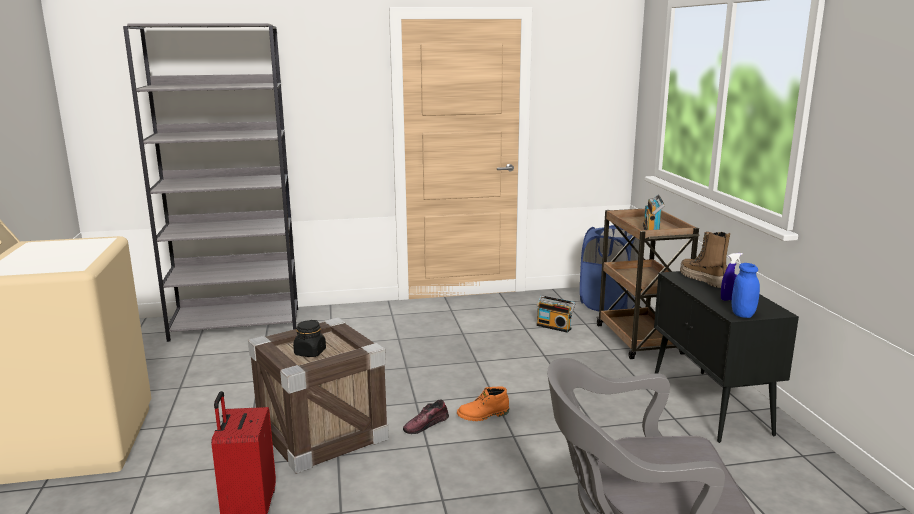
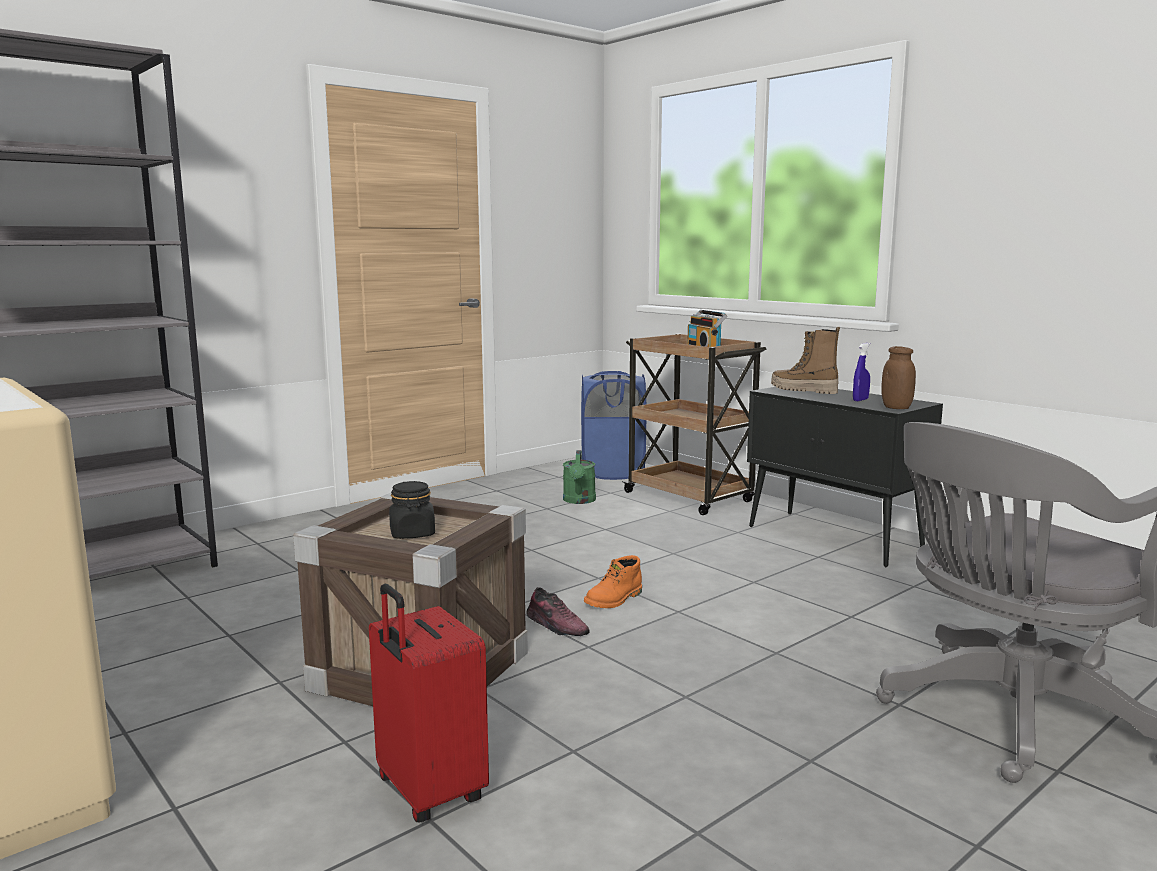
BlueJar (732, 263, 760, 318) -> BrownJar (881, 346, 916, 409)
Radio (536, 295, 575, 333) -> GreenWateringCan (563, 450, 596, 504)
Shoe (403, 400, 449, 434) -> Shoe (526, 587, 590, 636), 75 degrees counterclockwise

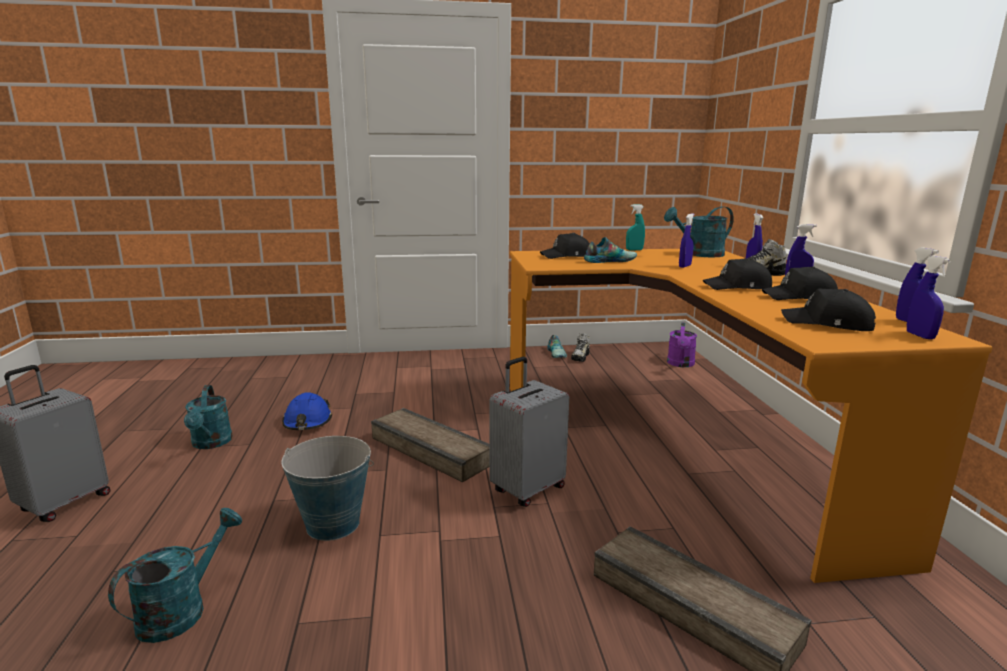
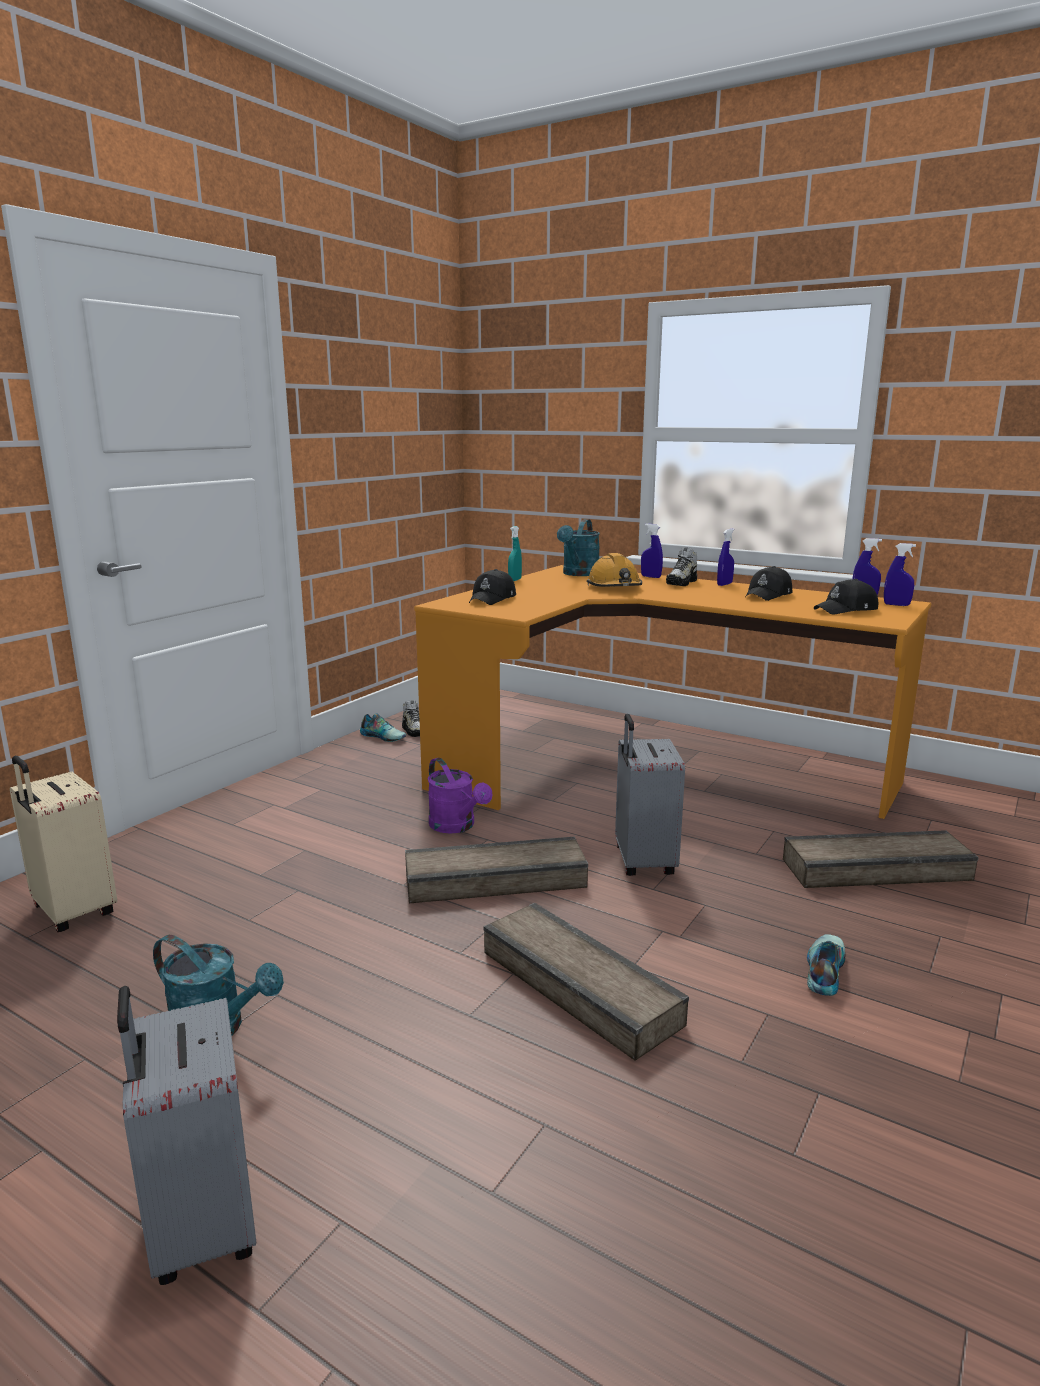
BlueSprayBottle (679, 213, 694, 268) -> OrangeHardHat (587, 553, 642, 587)
Shoe (584, 237, 637, 263) -> Shoe (807, 934, 845, 996), shifted
BlackCap (703, 258, 772, 290) -> none
PurpleWateringCan (667, 322, 697, 367) -> PurpleWateringCan (428, 758, 493, 834), shifted
BlueHardHat (282, 392, 332, 430) -> none
Bucket (281, 436, 374, 541) -> Crate (484, 903, 689, 1061)
TurquoiseWateringCan (108, 508, 242, 643) -> none
none -> BeigeSuitcase (10, 756, 117, 932)

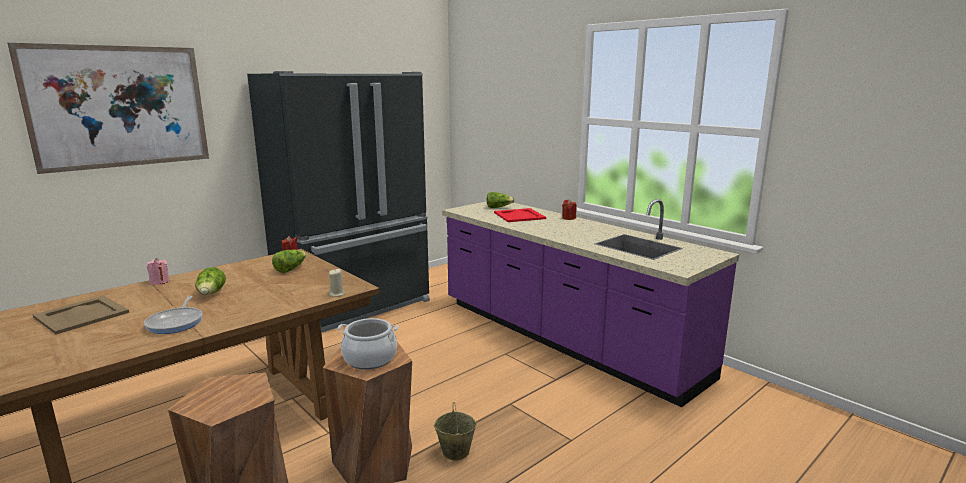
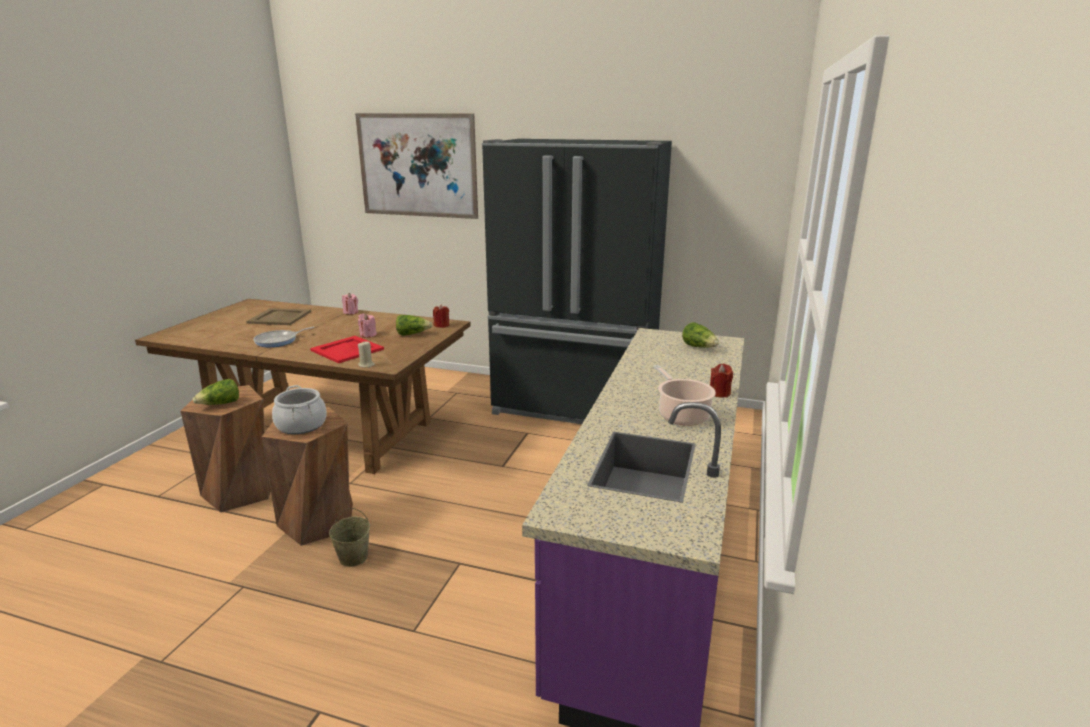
RedTray (494, 208, 546, 222) -> RedTray (310, 336, 384, 363), shifted
Lettuce (195, 267, 226, 295) -> Lettuce (193, 379, 239, 405), shifted
none -> PinkCandle (358, 314, 377, 338)
none -> CookingPot (653, 365, 716, 426)

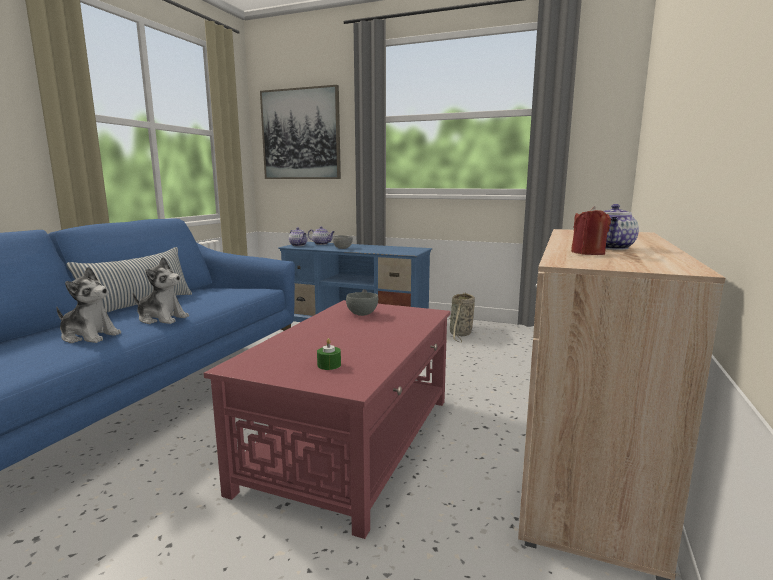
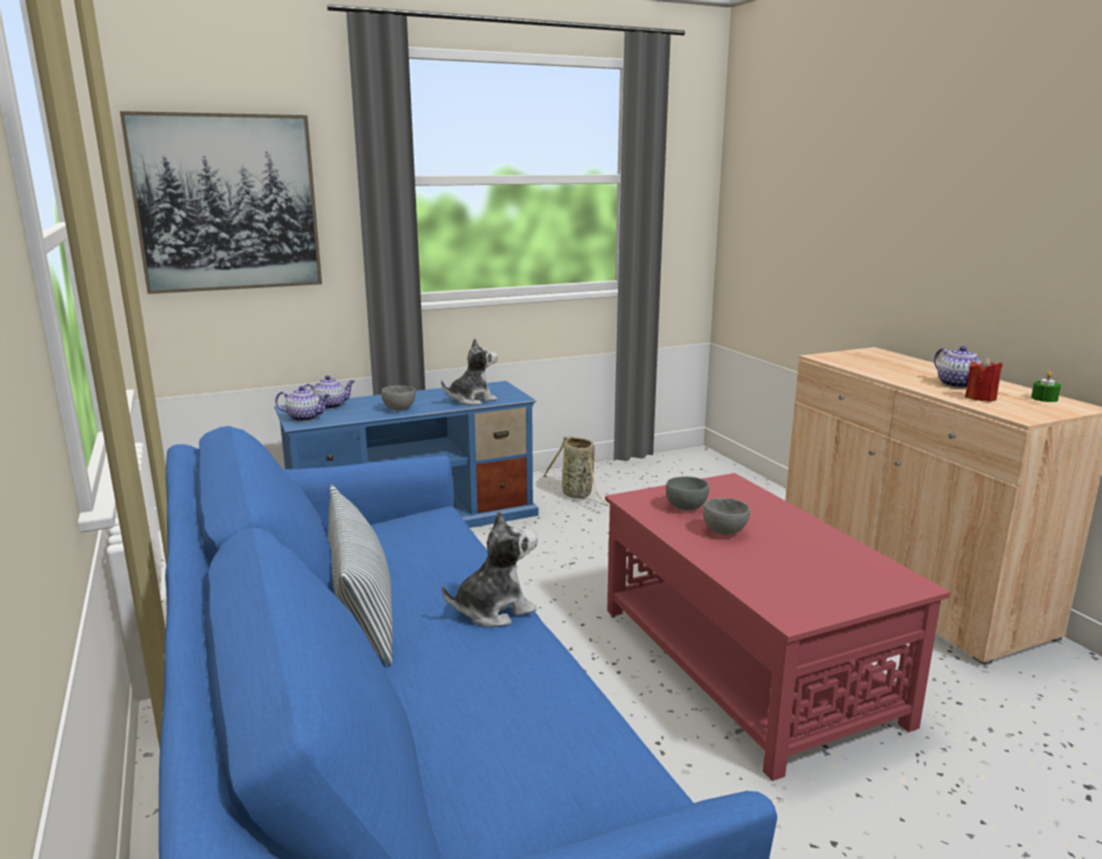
PlushToy (56, 267, 121, 343) -> PlushToy (441, 338, 498, 405), shifted
GreenCandle (317, 338, 341, 370) -> GreenCandle (1031, 372, 1061, 402), shifted
none -> GreyBowl (703, 498, 750, 535)

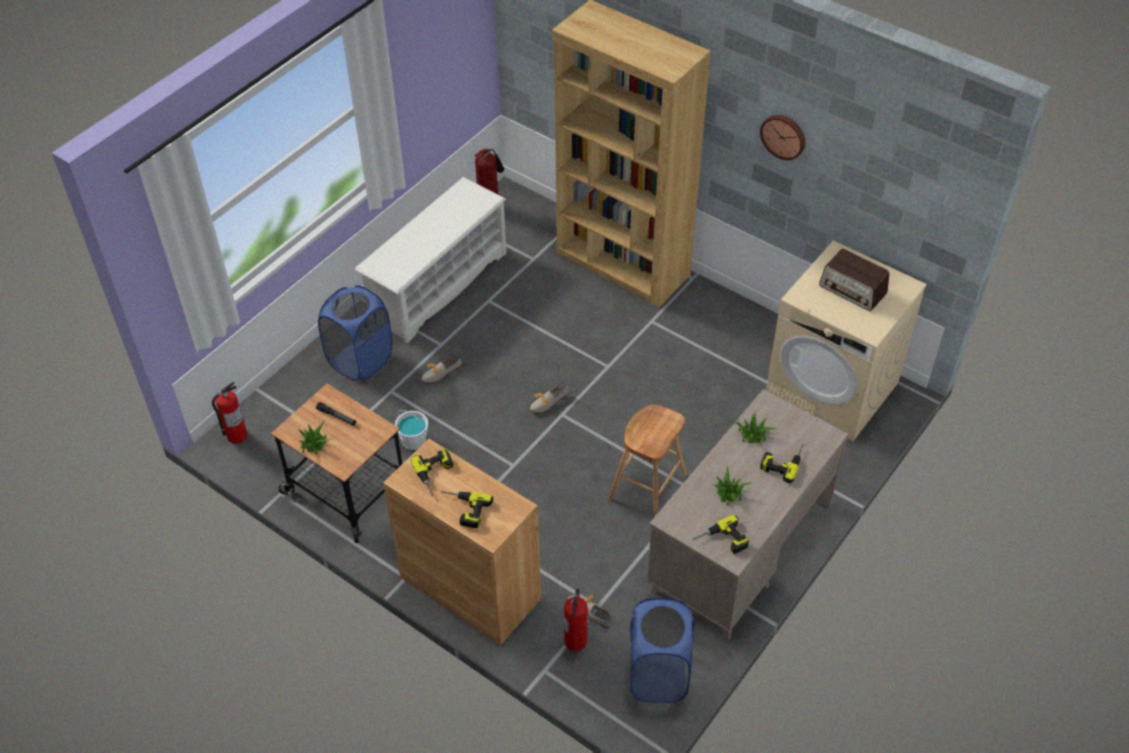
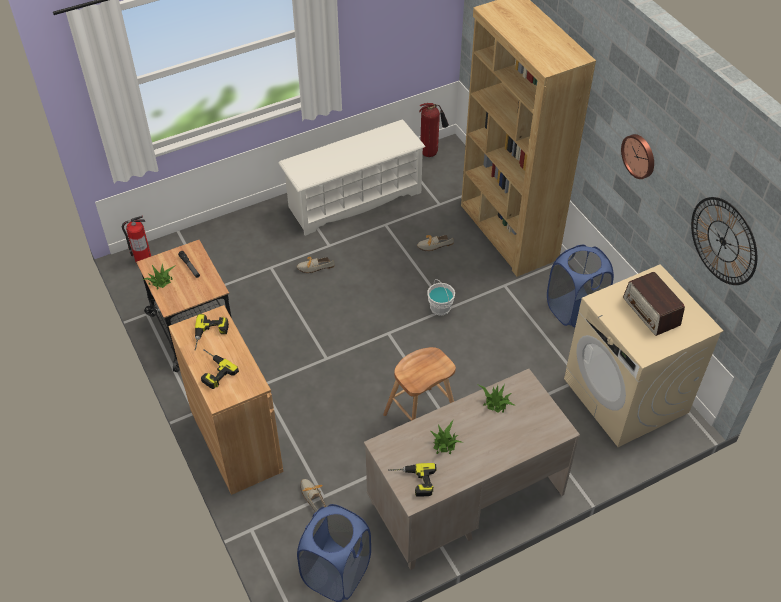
BlueLaundryBasket (318, 285, 393, 381) -> BlueLaundryBasket (547, 245, 614, 327), shifted
Shoe (530, 386, 569, 414) -> Shoe (417, 235, 454, 251), shifted
WhiteBucket (395, 410, 428, 450) -> WhiteBucket (427, 279, 455, 316), shifted
PowerDrill (760, 444, 803, 483) -> none
FireExtinguisher (564, 589, 588, 651) -> none
none -> WallClock (691, 197, 757, 285)

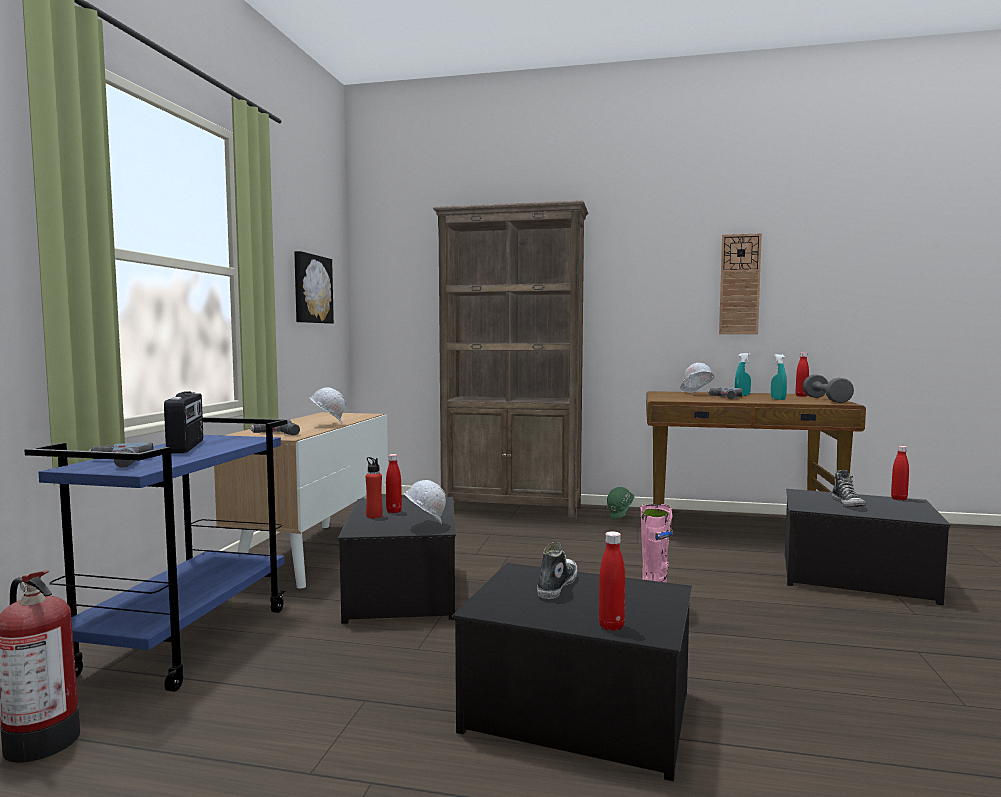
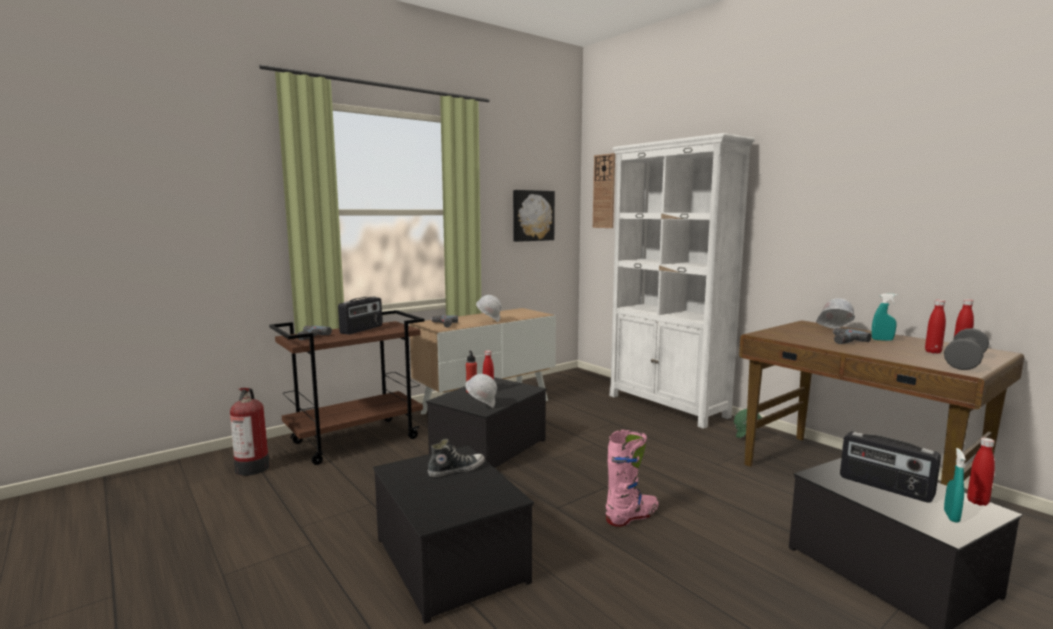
BrownBookcase (433, 200, 588, 519) -> WhiteBookcase (610, 133, 755, 429)
WallClock (719, 233, 762, 334) -> WallClock (593, 153, 615, 228), shifted
TurquoiseSprayBottle (771, 354, 787, 400) -> TurquoiseSprayBottle (944, 448, 966, 523), shifted
BlueCart (24, 417, 287, 692) -> BrownCart (269, 310, 425, 465)
Shoe (832, 470, 866, 507) -> Radio (840, 432, 941, 503)
RedBottle (599, 531, 625, 631) -> RedBottle (925, 300, 946, 354), shifted

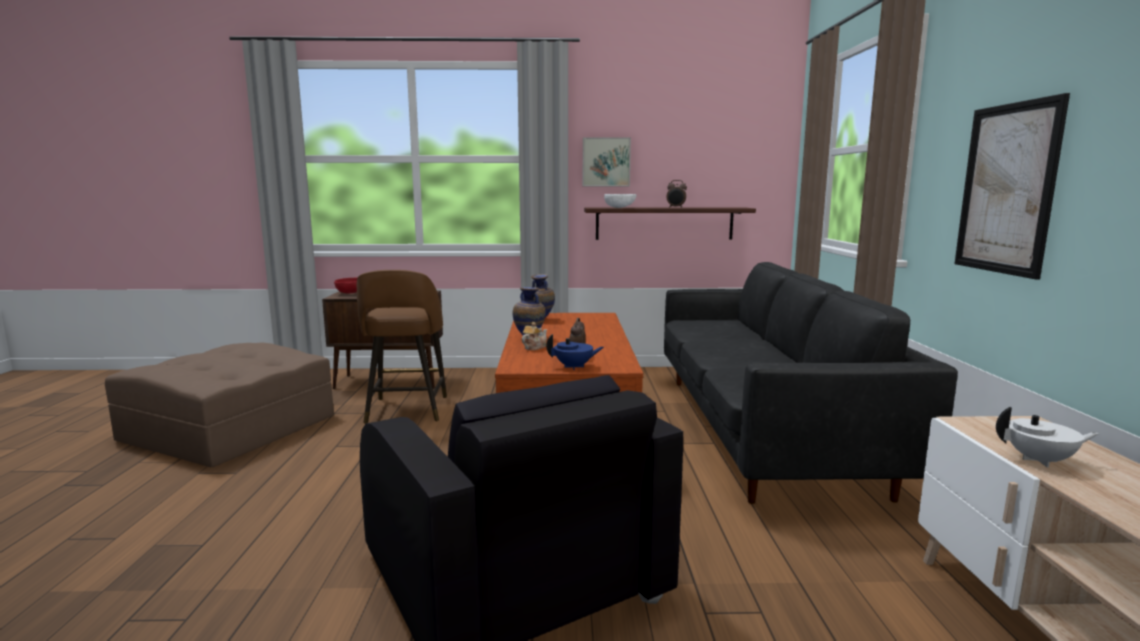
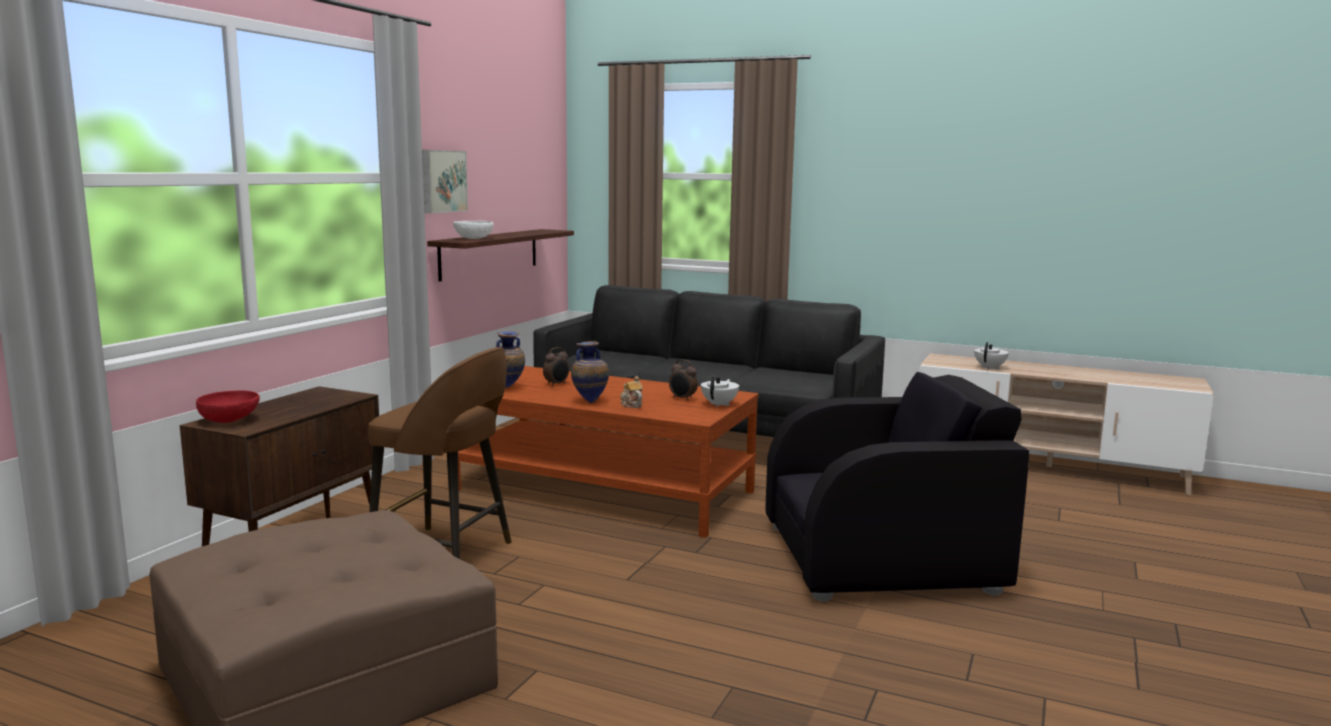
Picture (955, 93, 1070, 280) -> none
AlarmClock (666, 180, 687, 208) -> AlarmClock (543, 347, 569, 386), shifted
BlueTeapot (546, 334, 604, 370) -> WhiteTeapot (701, 376, 739, 407)

